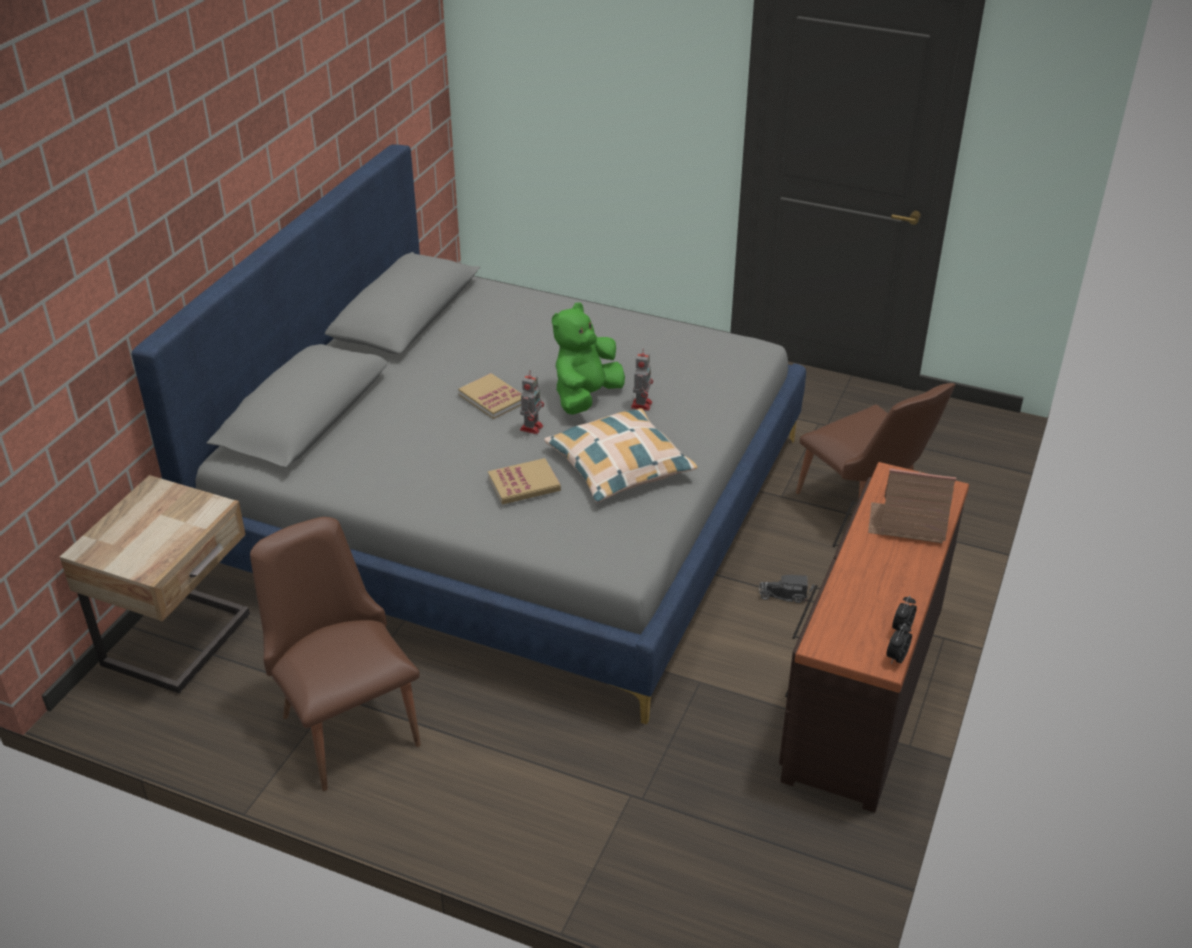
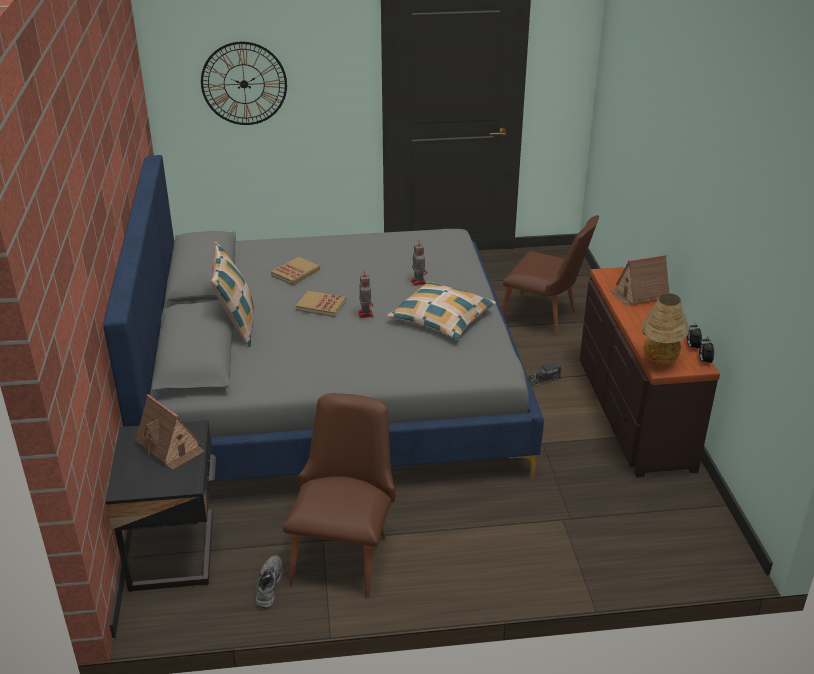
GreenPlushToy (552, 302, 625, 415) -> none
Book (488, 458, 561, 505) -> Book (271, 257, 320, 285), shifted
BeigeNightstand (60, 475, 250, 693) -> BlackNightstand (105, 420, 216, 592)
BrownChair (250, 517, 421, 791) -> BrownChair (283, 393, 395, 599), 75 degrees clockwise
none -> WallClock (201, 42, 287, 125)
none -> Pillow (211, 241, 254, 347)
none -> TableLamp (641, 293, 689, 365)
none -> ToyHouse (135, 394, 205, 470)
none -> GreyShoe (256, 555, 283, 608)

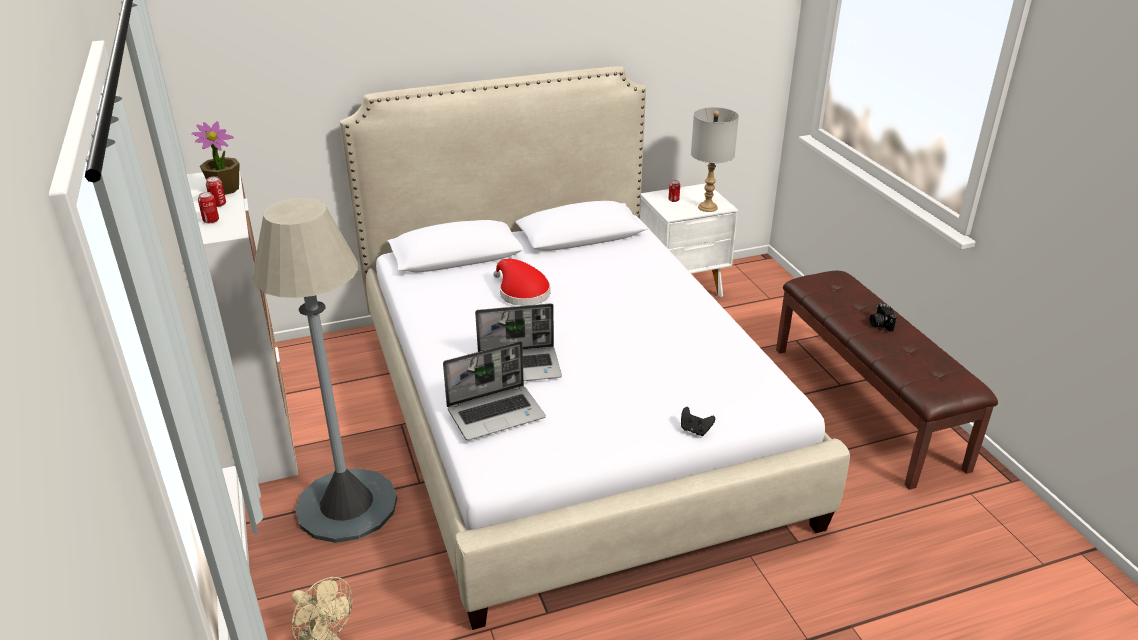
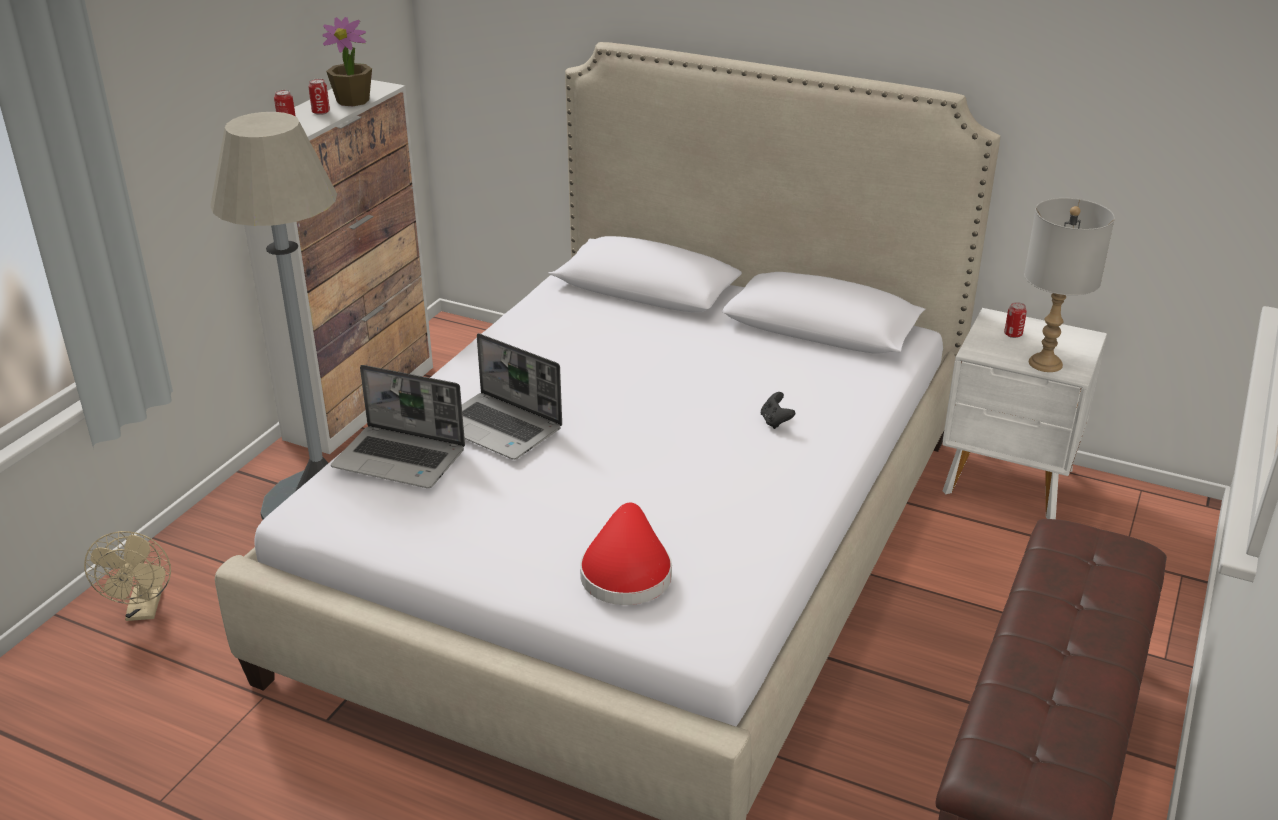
RedHat (493, 259, 550, 306) -> RedHat (580, 503, 672, 605), shifted
PhotoCamera (870, 302, 897, 332) -> none
BlackGameController (681, 407, 715, 436) -> BlackGameController (761, 392, 795, 429), shifted

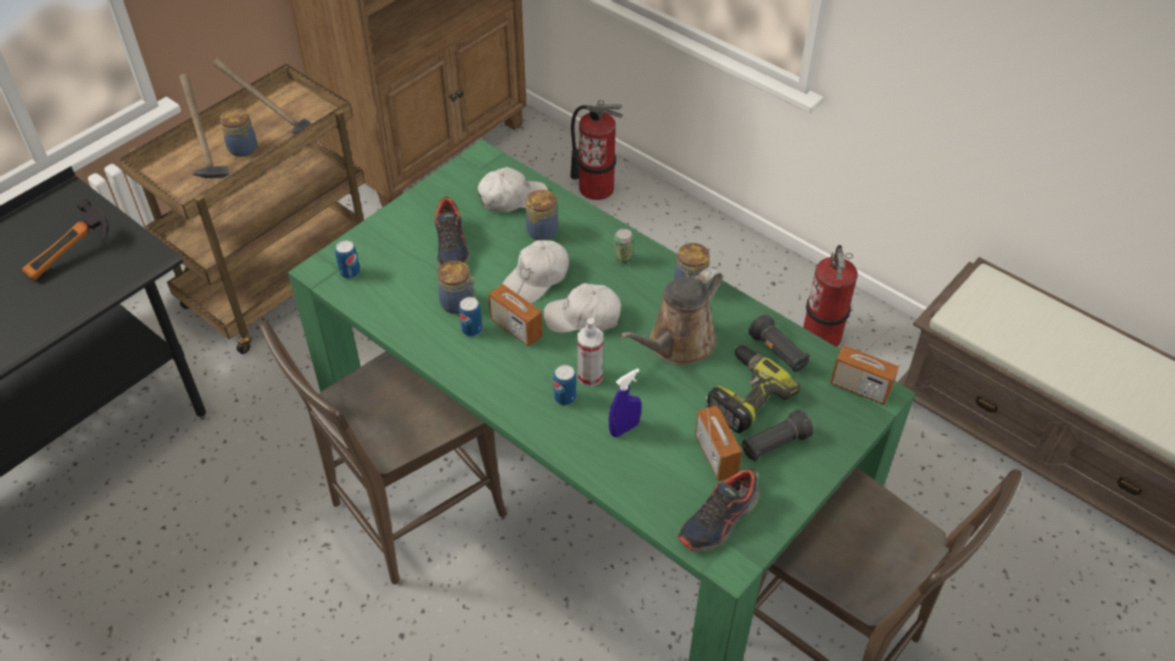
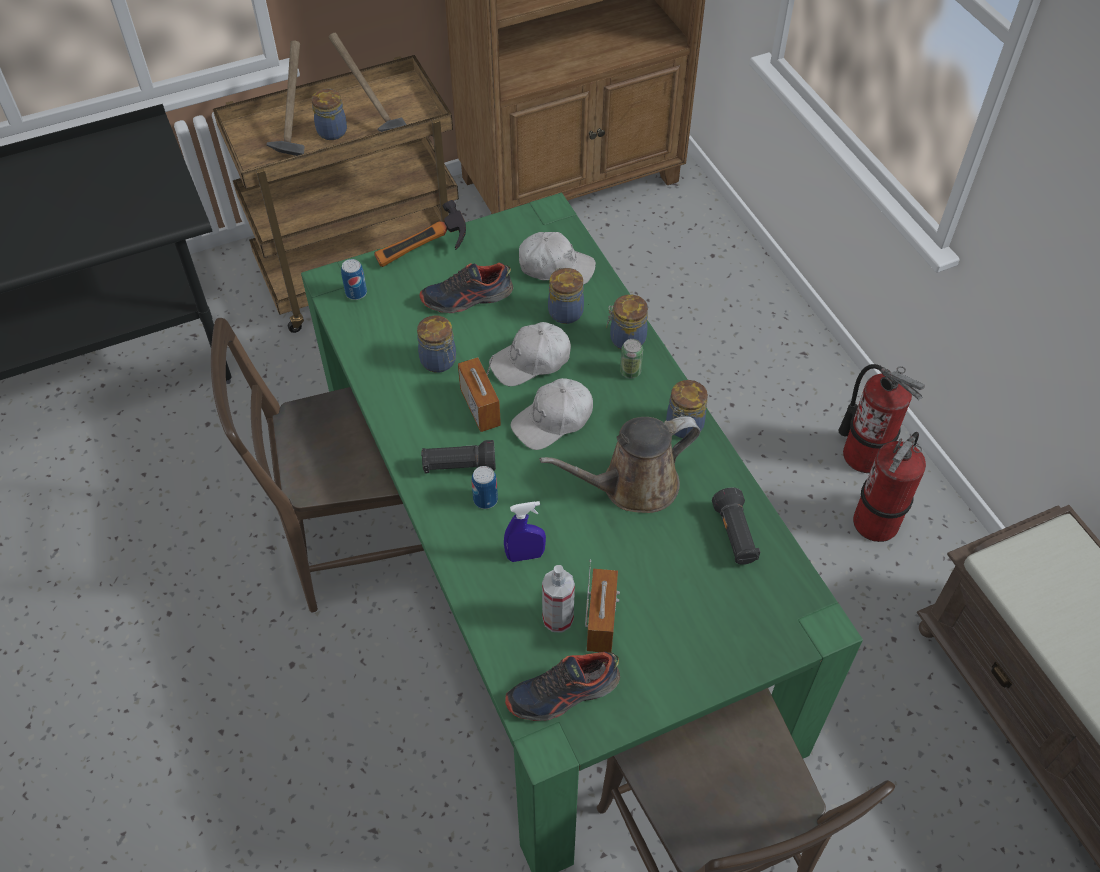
FireExtinguisher (570, 100, 623, 200) -> FireExtinguisher (839, 364, 925, 473), shifted
Shoe (434, 196, 470, 267) -> Shoe (420, 262, 513, 313), 60 degrees clockwise
Hammer (22, 199, 109, 281) -> Hammer (374, 200, 466, 267), shifted
WhiteCap (544, 283, 621, 333) -> WhiteCap (511, 378, 593, 450), 60 degrees counterclockwise
Can (459, 297, 482, 337) -> none
SprayBottle (577, 318, 604, 387) -> SprayBottle (542, 565, 575, 633), shifted
Radio (830, 328, 899, 405) -> none
PowerDrill (706, 345, 800, 433) -> none
BlackFlashlight (742, 410, 813, 462) -> BlackFlashlight (421, 440, 496, 473), shifted
none -> Jar (607, 294, 648, 349)

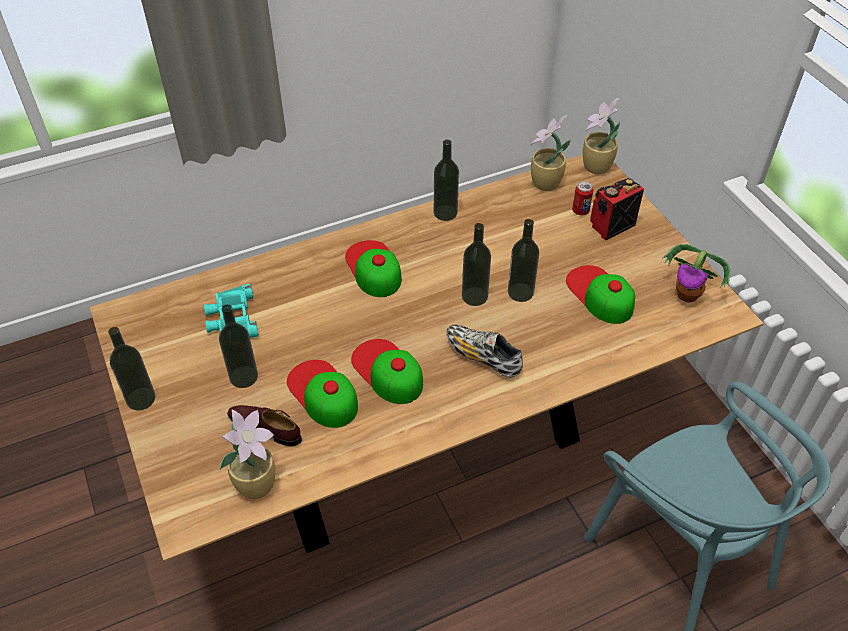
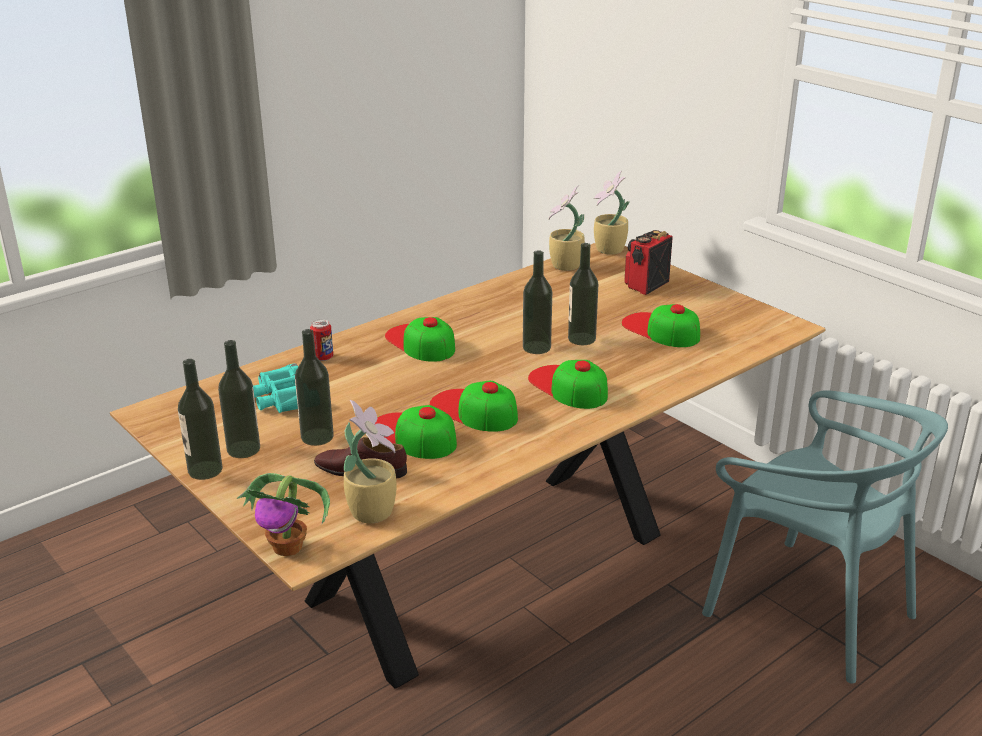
Bottle (434, 139, 459, 221) -> Bottle (218, 340, 260, 458), shifted
Can (572, 181, 593, 215) -> Can (310, 319, 333, 361), shifted
PottedPlant (662, 244, 731, 302) -> PottedPlant (237, 473, 330, 556), shifted
Shoe (447, 325, 523, 378) -> Cap (528, 360, 608, 409)

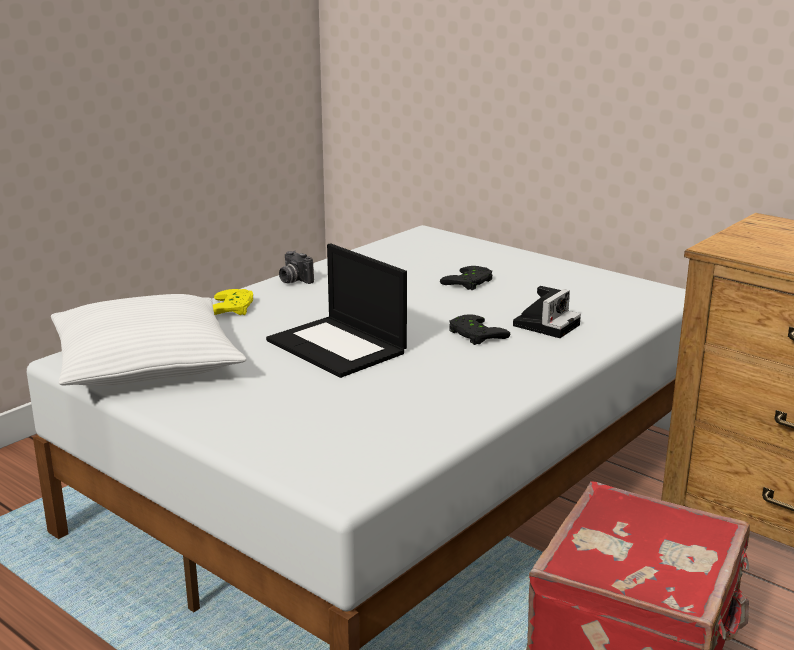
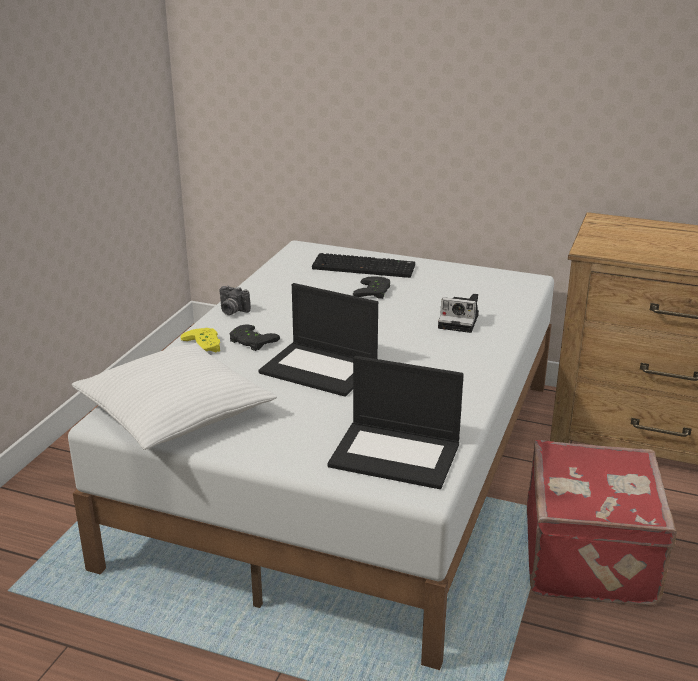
PhotoCamera (513, 286, 581, 338) -> PhotoCamera (438, 294, 479, 333), 90 degrees clockwise
BlackGameController (449, 314, 510, 345) -> BlackGameController (229, 324, 280, 351), shifted
none -> Keyboard (312, 253, 415, 278)
none -> Laptop (327, 356, 464, 489)

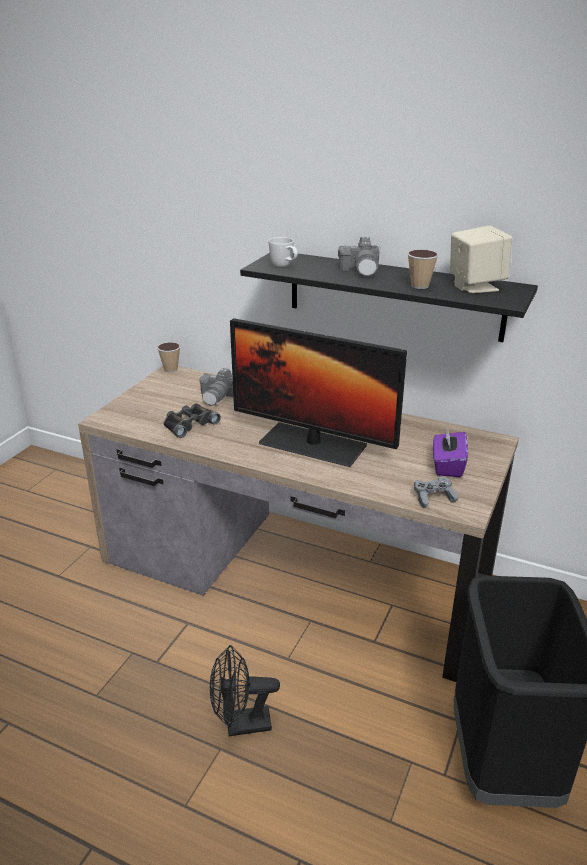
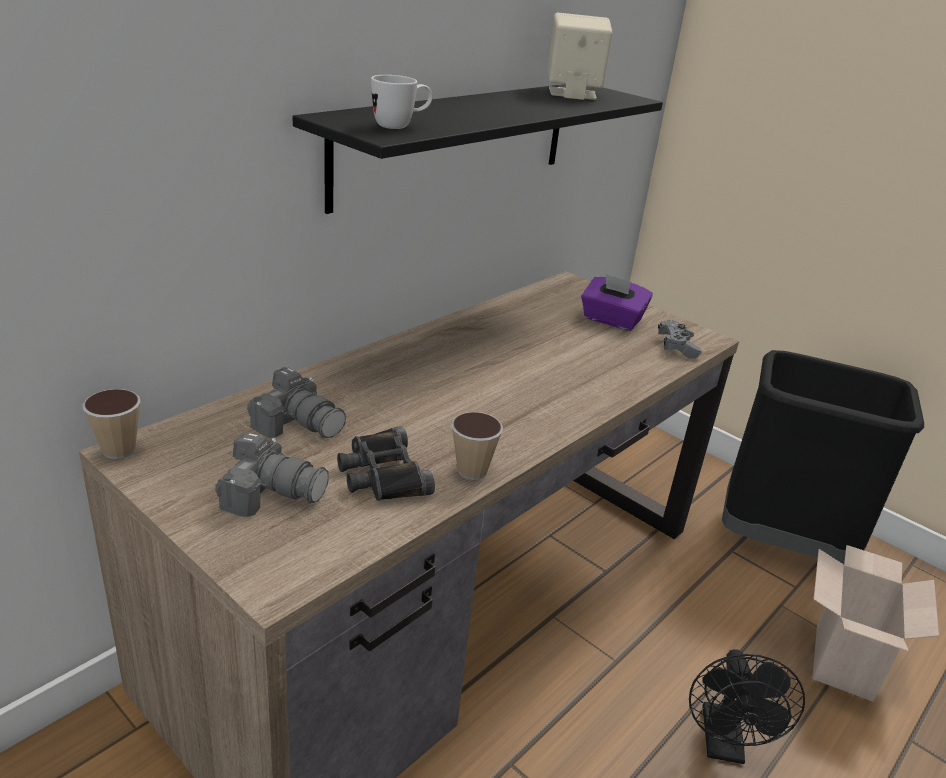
PhotoCamera (338, 237, 381, 276) -> PhotoCamera (215, 432, 329, 517), shifted
Cup (408, 250, 438, 289) -> Cup (451, 412, 503, 480), shifted
Monitor (230, 318, 407, 467) -> none
none -> CardboardBox (812, 545, 939, 701)

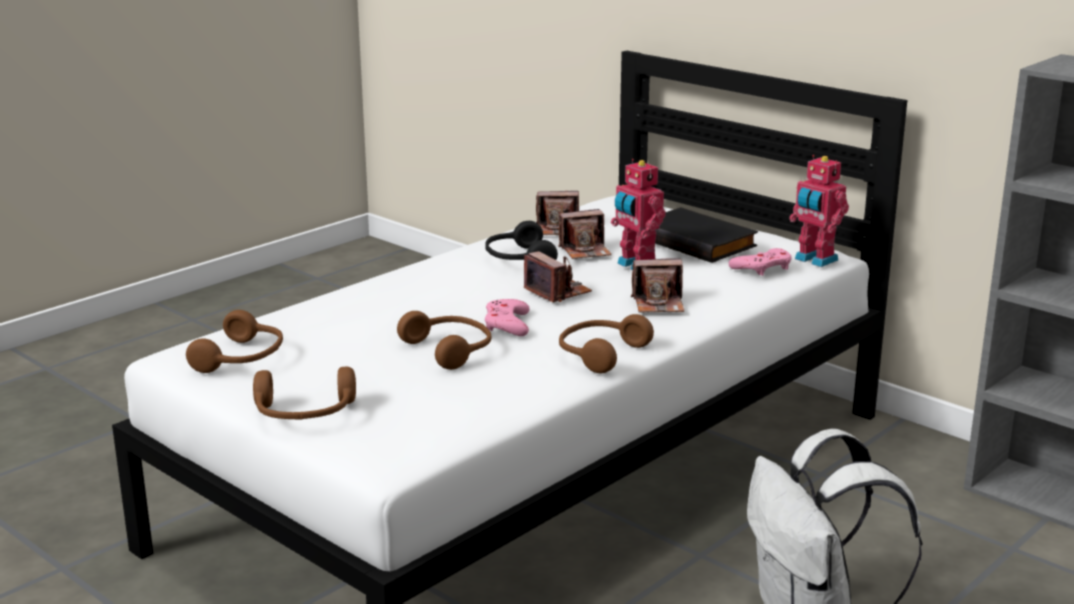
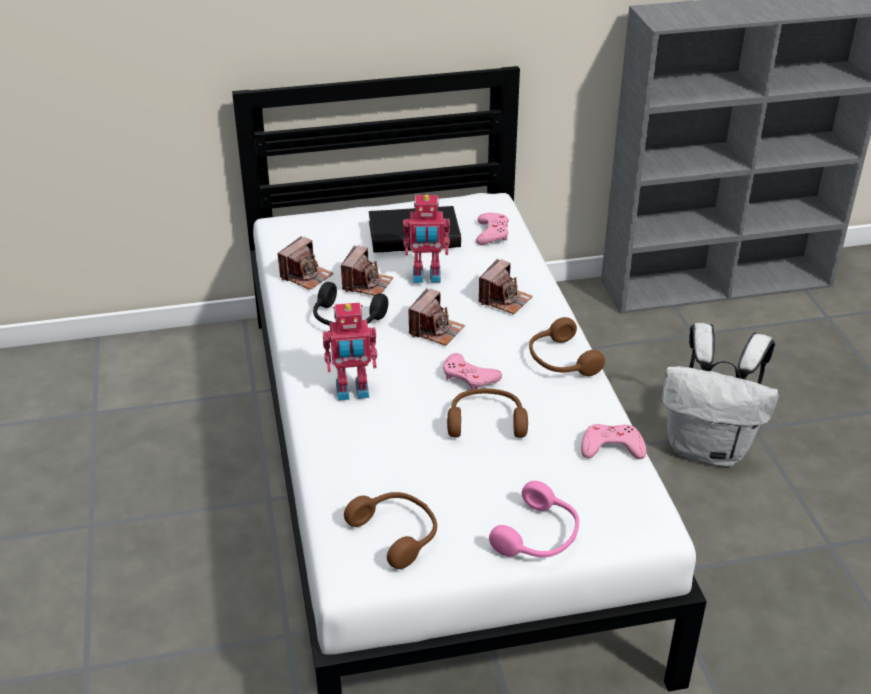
ToyRobot (789, 155, 849, 267) -> ToyRobot (323, 303, 377, 401), shifted
PhotoCamera (524, 251, 592, 303) -> PhotoCamera (408, 288, 465, 346), 120 degrees clockwise
BrownHeadphones (253, 367, 356, 419) -> PinkHeadphones (489, 481, 579, 557)
none -> PinkGameController (581, 424, 646, 459)

